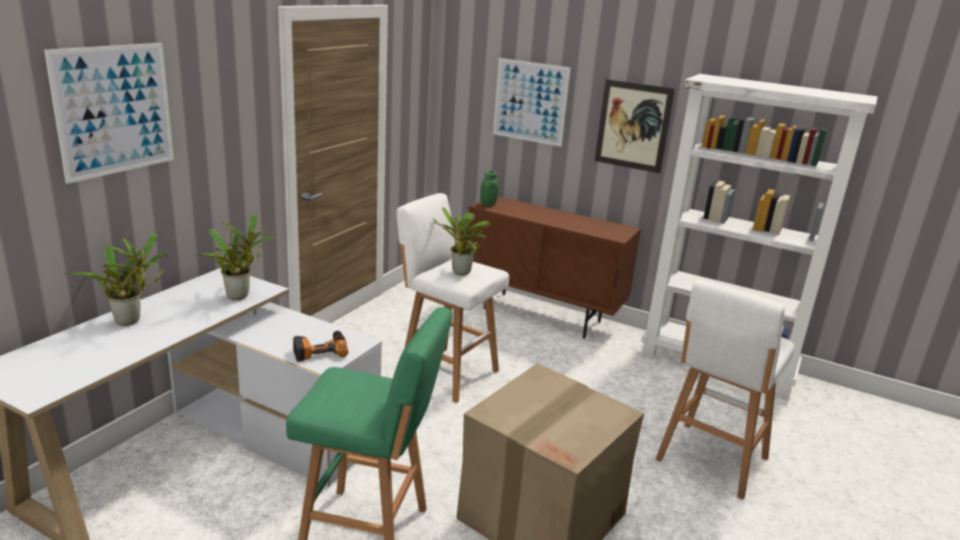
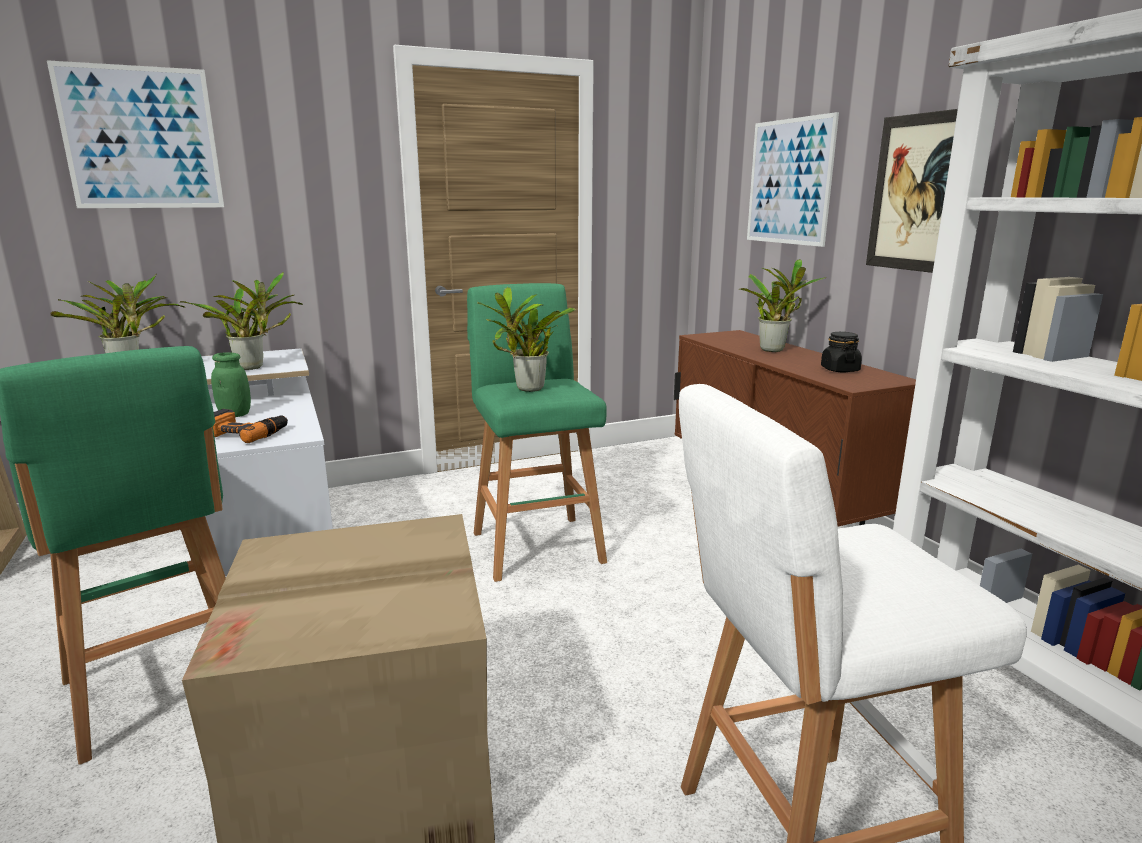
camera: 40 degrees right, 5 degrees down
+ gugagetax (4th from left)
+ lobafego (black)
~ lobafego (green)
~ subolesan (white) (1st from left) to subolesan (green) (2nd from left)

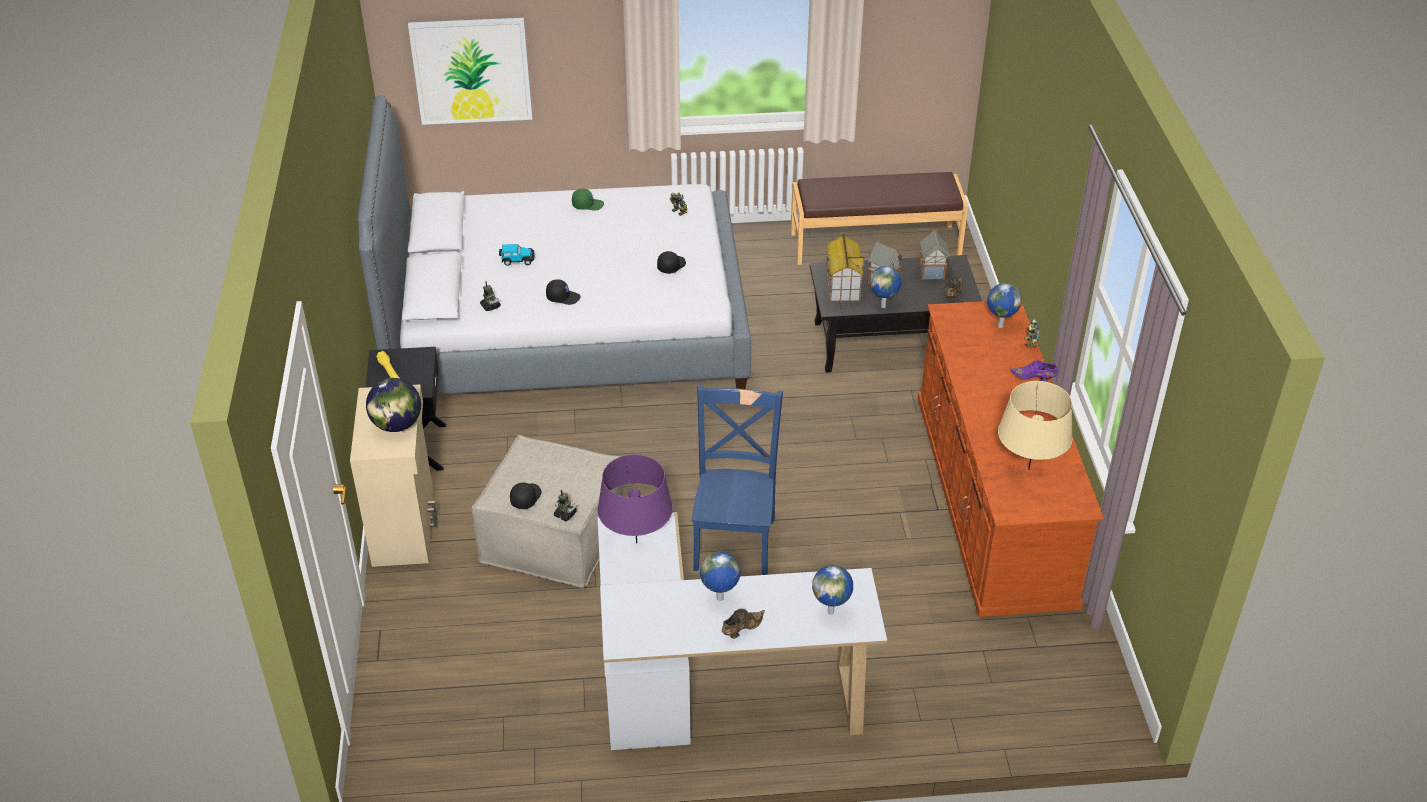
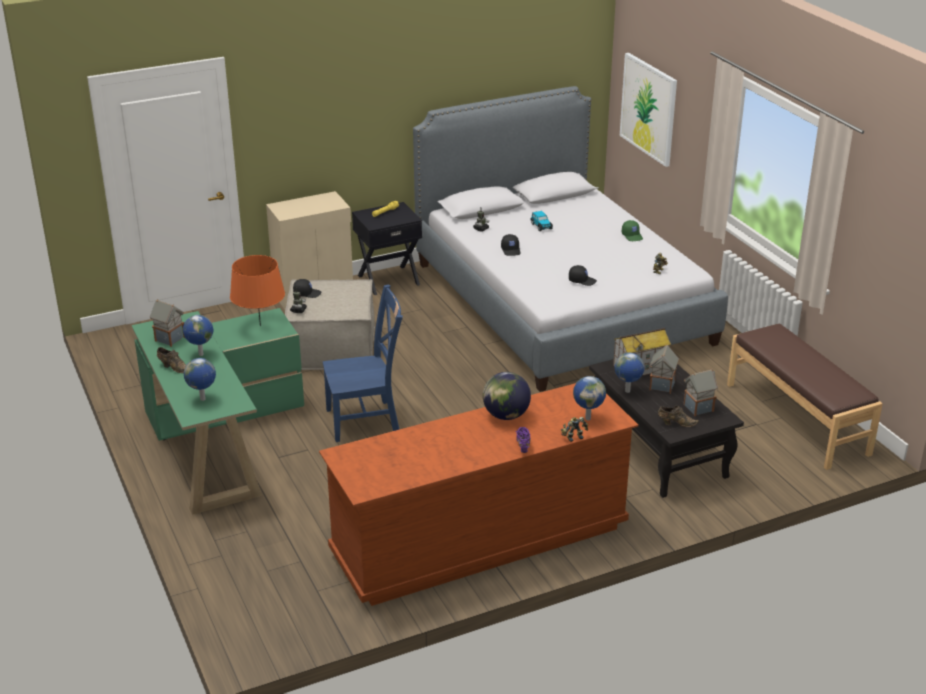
camera: 70 degrees right, 10 degrees down
- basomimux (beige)
+ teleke (1st from left)
~ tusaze (1st from left in the first image) to tusaze (3rd from left)
~ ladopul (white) to ladopul (green)
~ basomimux (purple) to basomimux (orange)

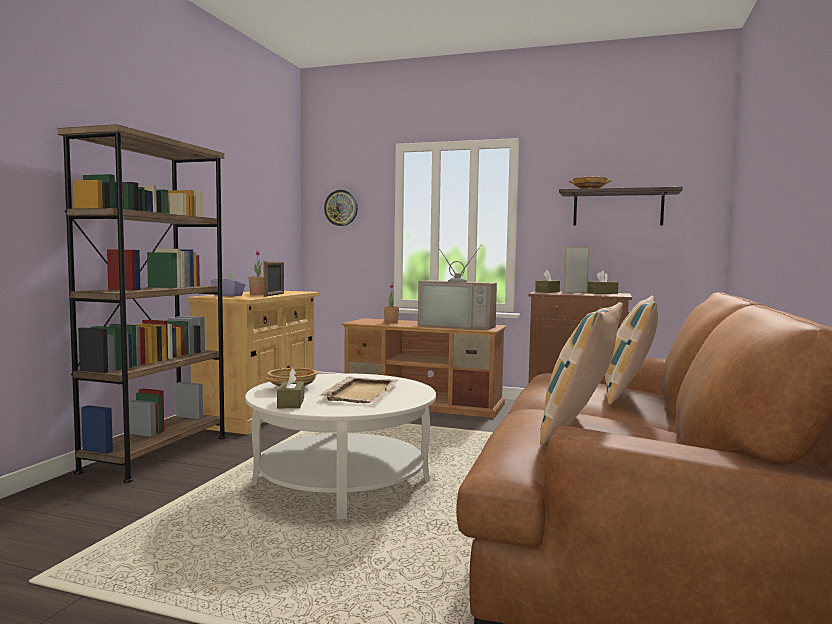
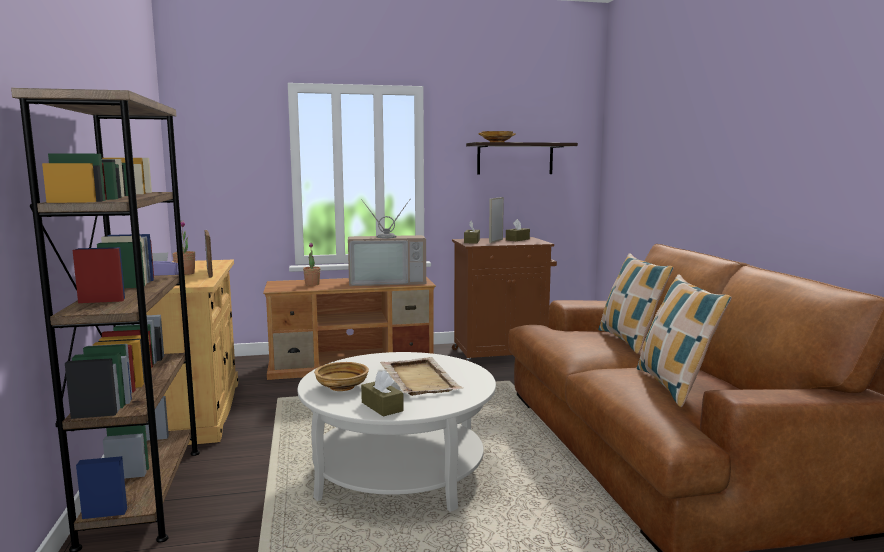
camera: 30 degrees left, 5 degrees up
- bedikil

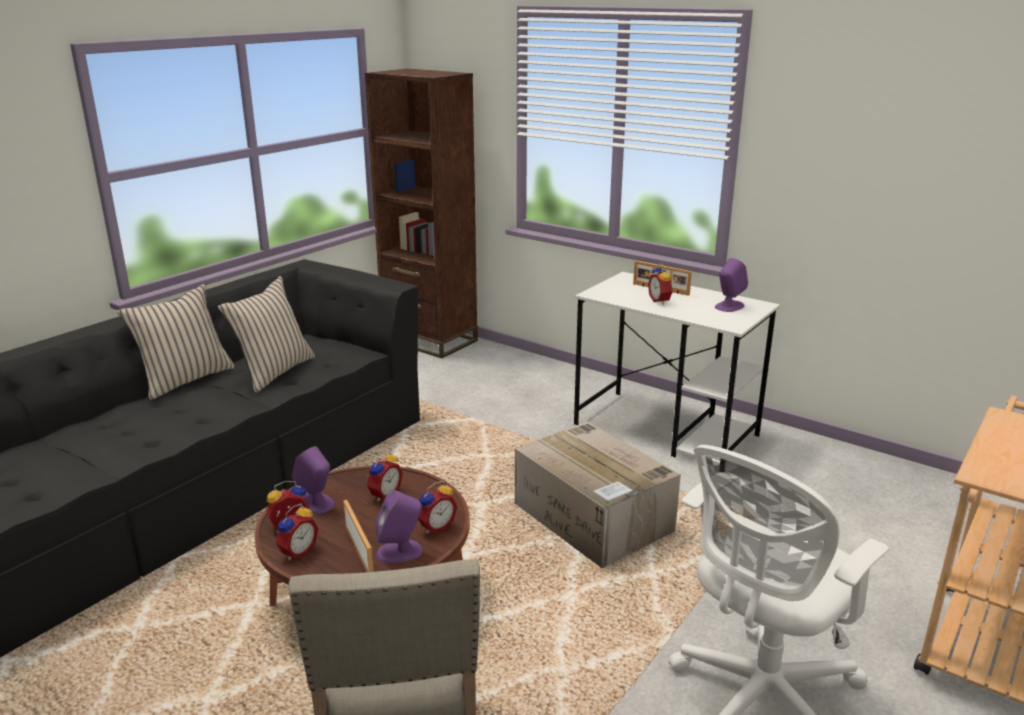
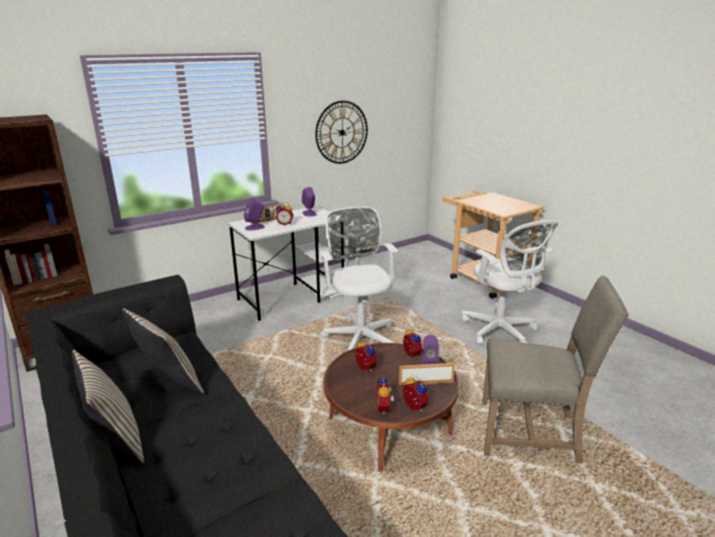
camera: 70 degrees left, 0 degrees up
+ bedikil
~ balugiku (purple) (1st from left)
~ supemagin to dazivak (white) (1st from left)

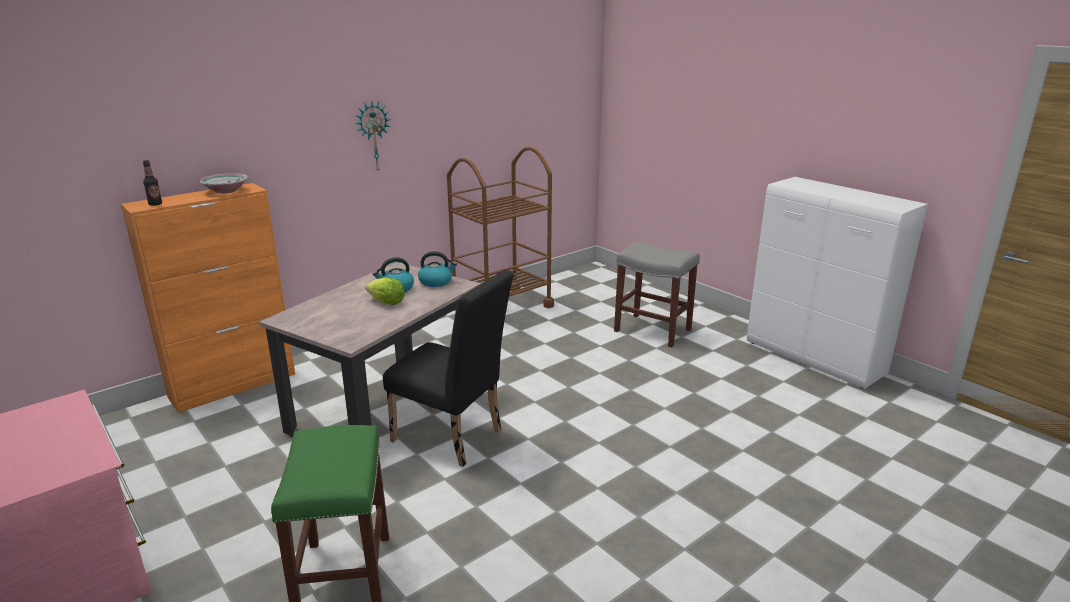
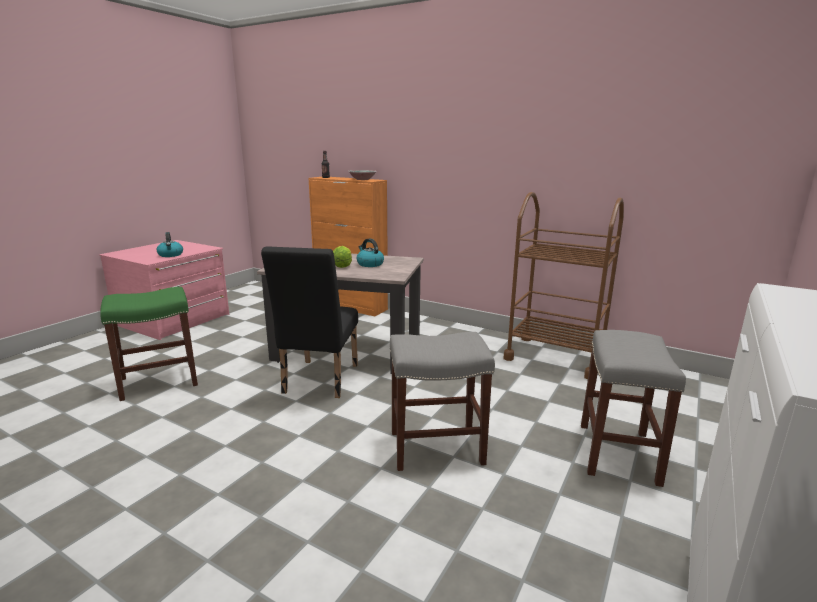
camera: 70 degrees right, 5 degrees down
- bedikil
+ subolesan (grey) (1st from left)
~ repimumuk (2nd from left in the first image) to repimumuk (1st from left)

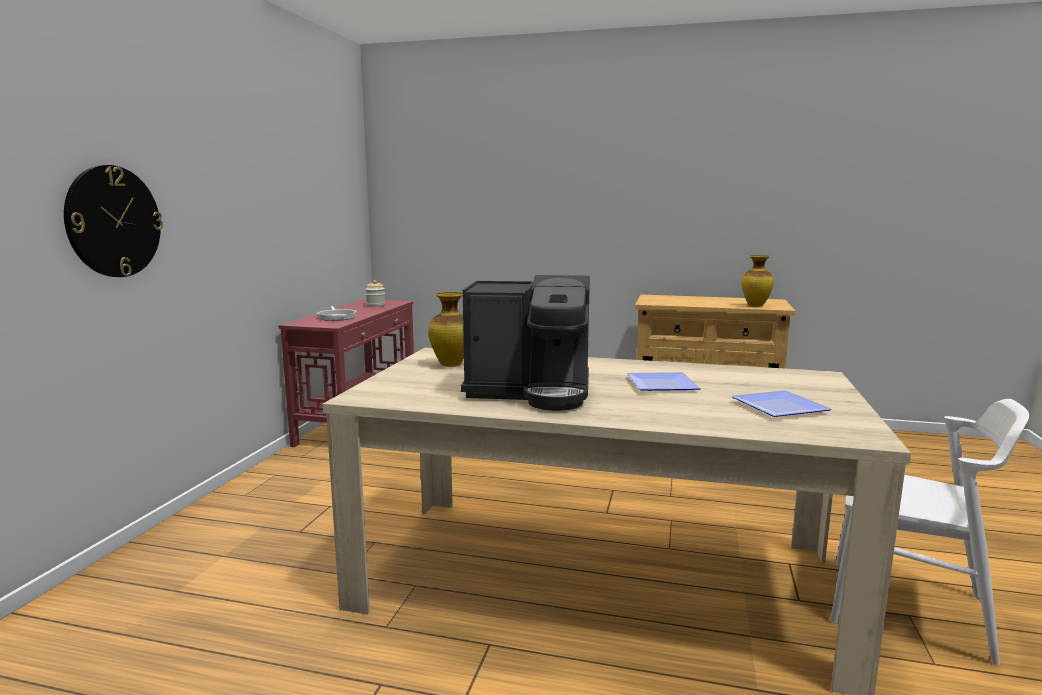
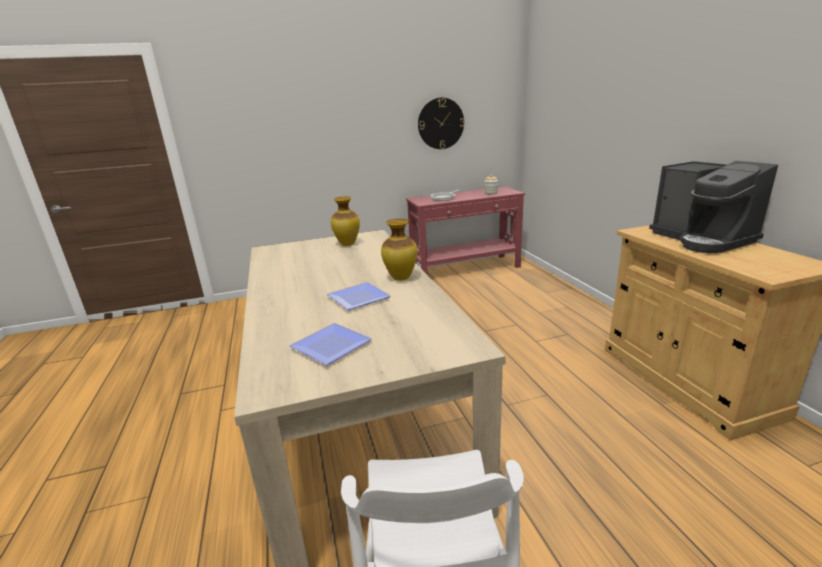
camera: 60 degrees right, 10 degrees up
~ bedikil
~ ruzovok
~ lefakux (2nd from left)

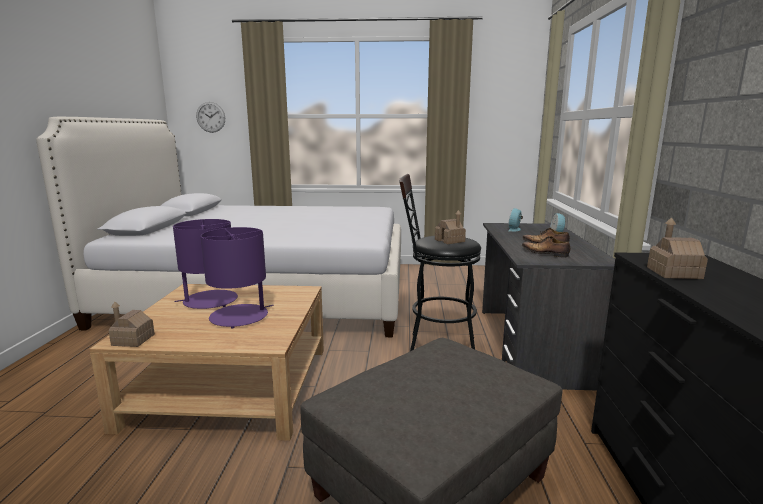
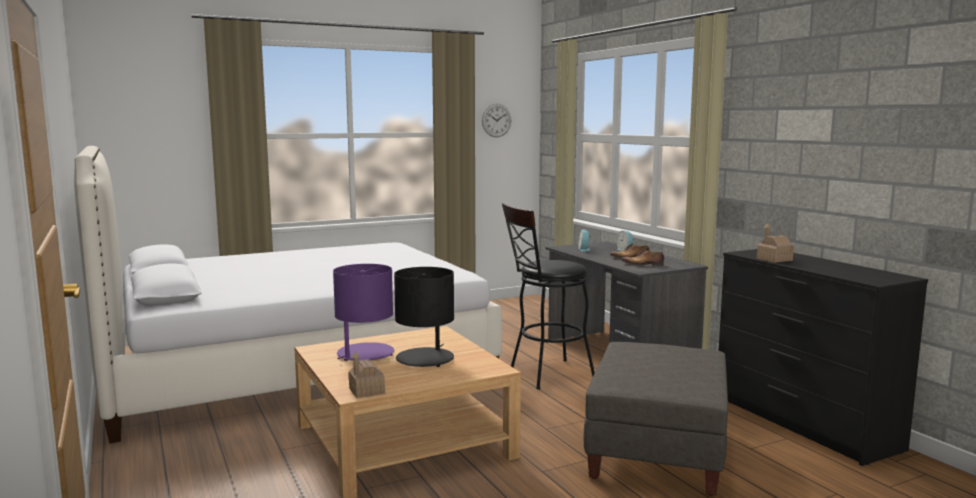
camera: 30 degrees left, 5 degrees down
- teleke (2nd from left)
~ bedikil
~ basomimux (purple) (2nd from left) to basomimux (black)

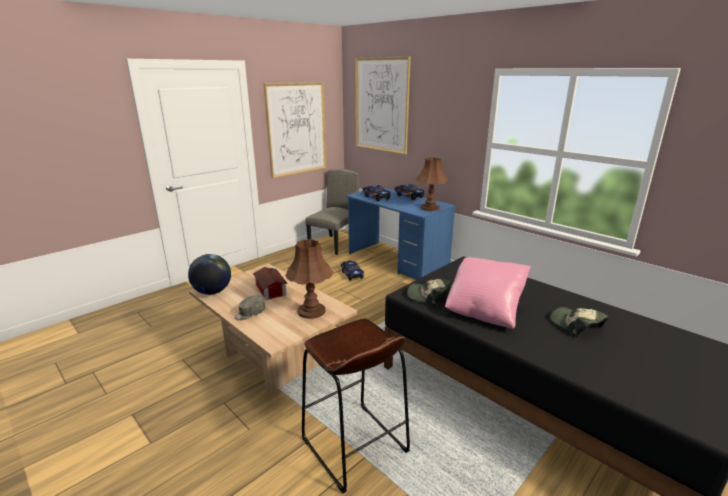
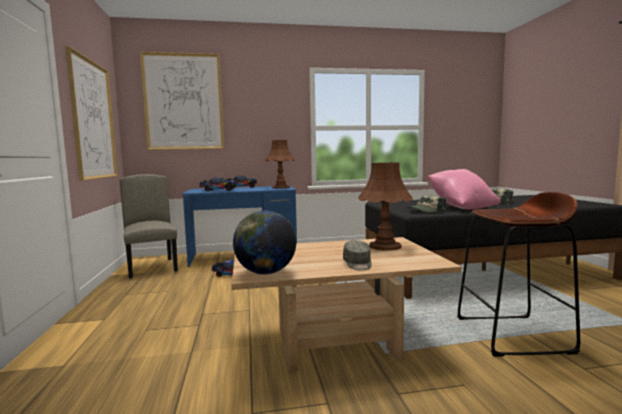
camera: 55 degrees left, 15 degrees down
- teleke

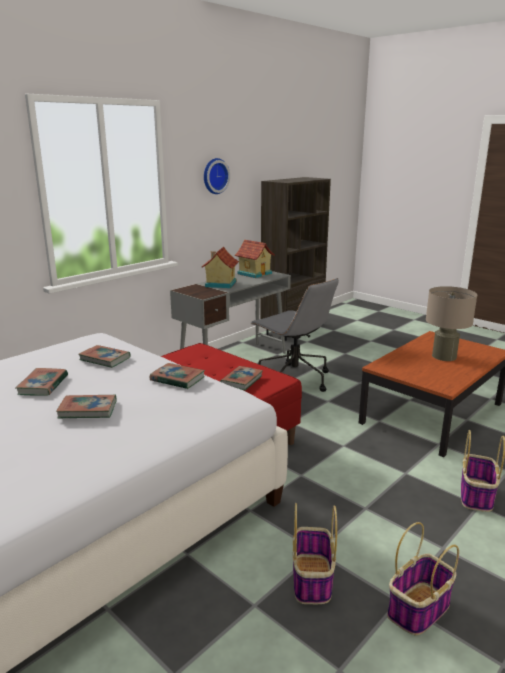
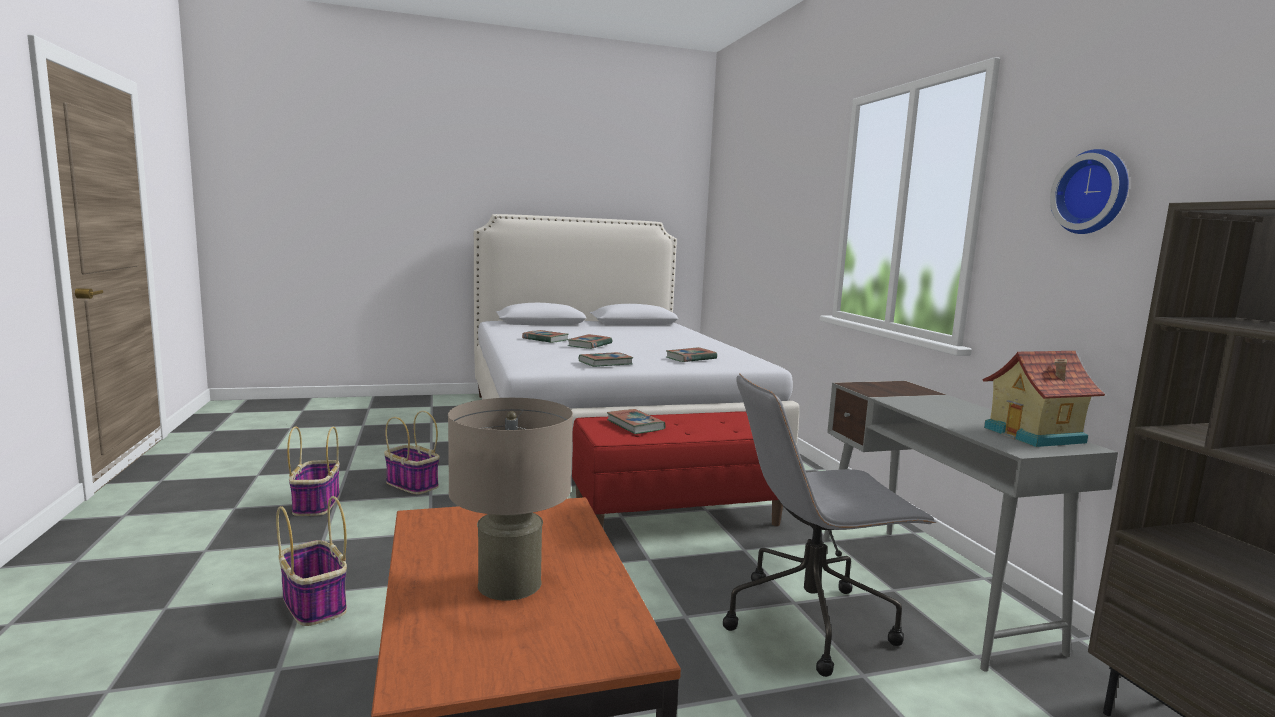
camera: 120 degrees right, 10 degrees down
- teleke (1st from left)
~ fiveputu (1st from left)

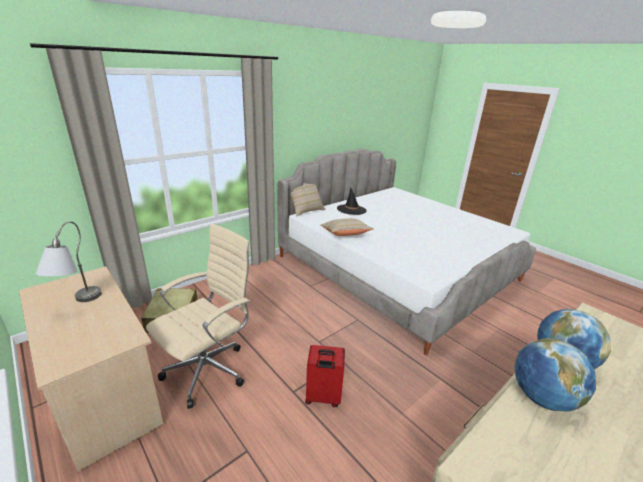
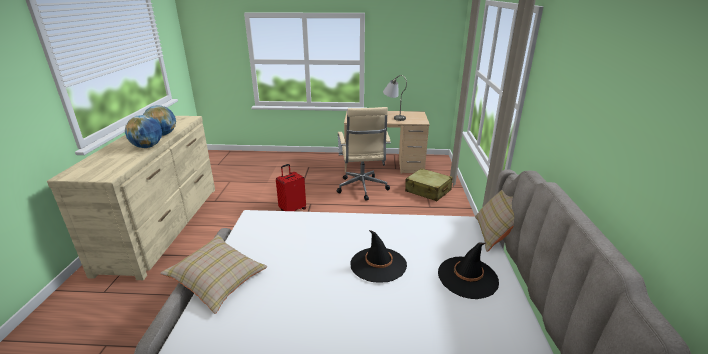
camera: 135 degrees right, 0 degrees up
+ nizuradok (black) (1st from left)
~ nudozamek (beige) (2nd from left in the first image) to nudozamek (beige) (1st from left)

